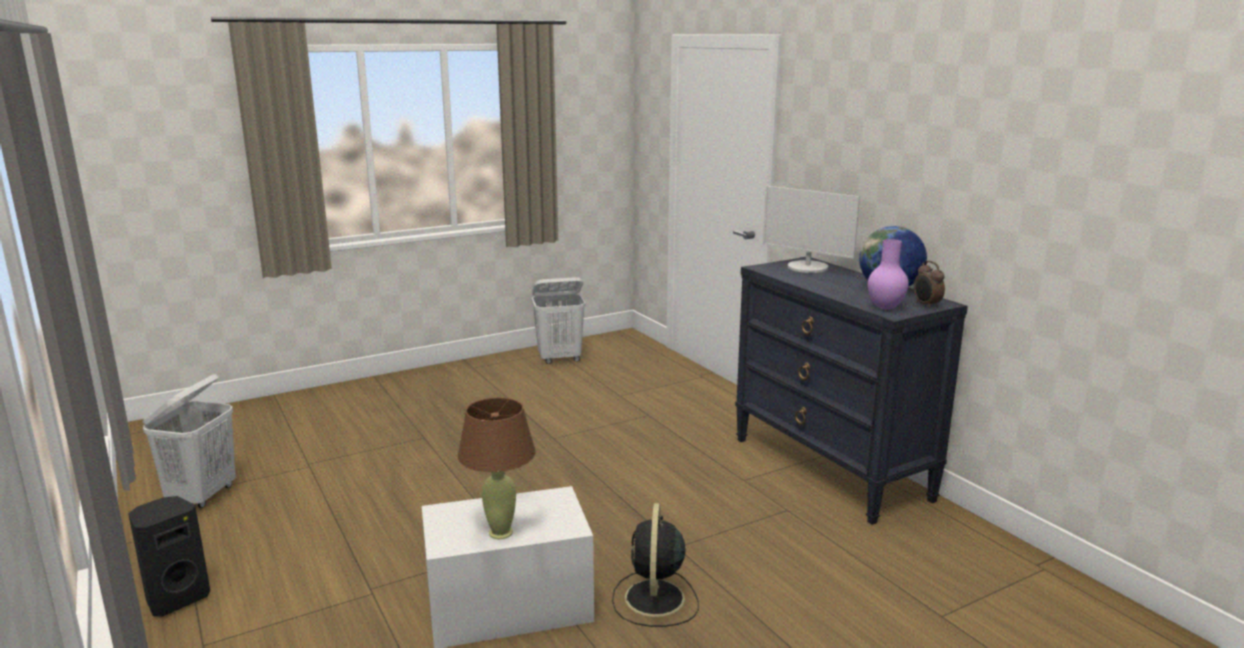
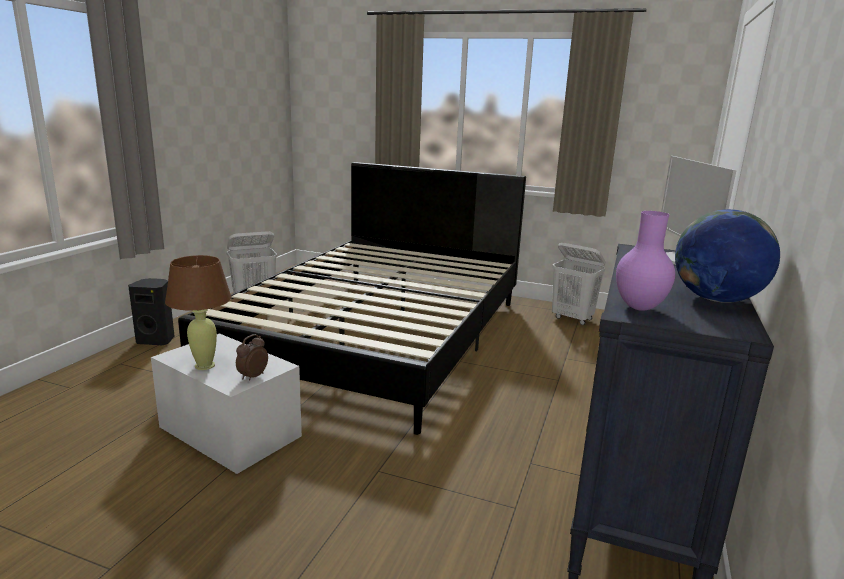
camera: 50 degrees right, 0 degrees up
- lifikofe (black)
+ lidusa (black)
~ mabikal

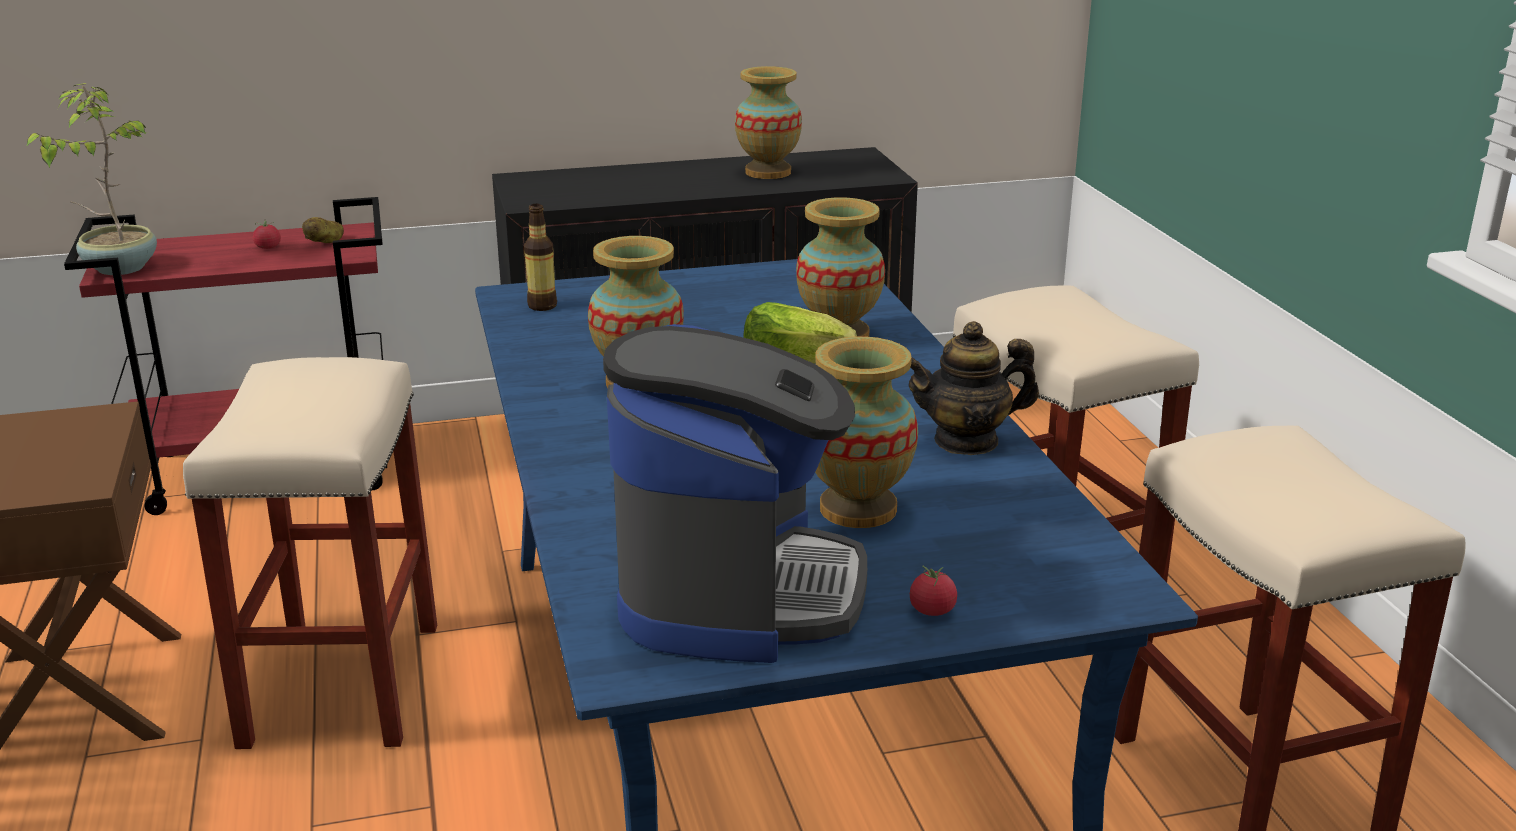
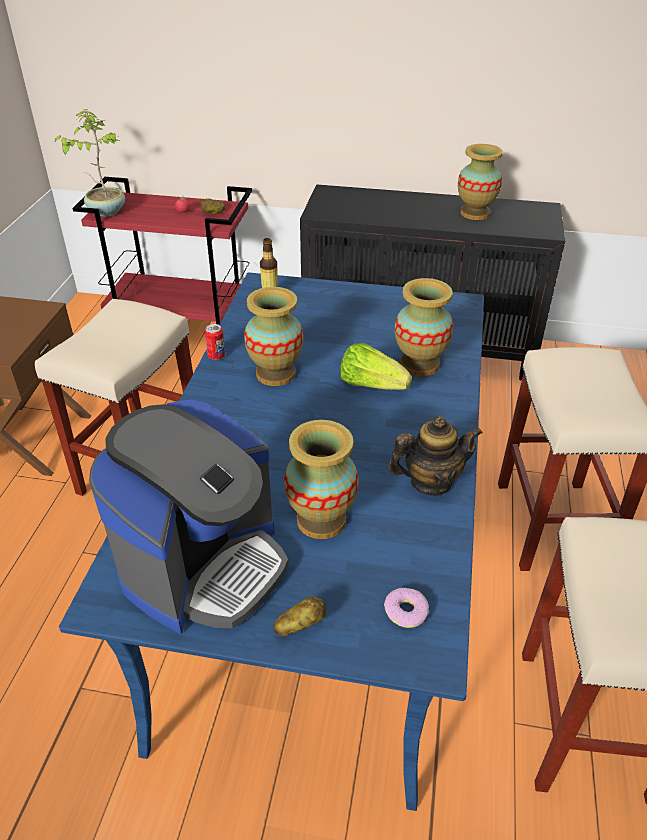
camera: 25 degrees right, 15 degrees up
+ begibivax
+ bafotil
~ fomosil (2nd from left) to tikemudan (2nd from left)
~ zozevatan 150 degrees clockwise

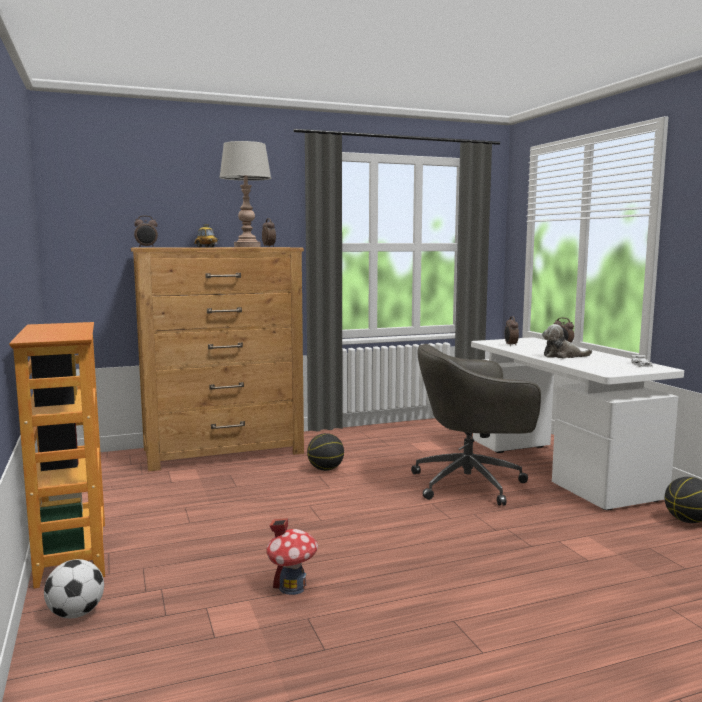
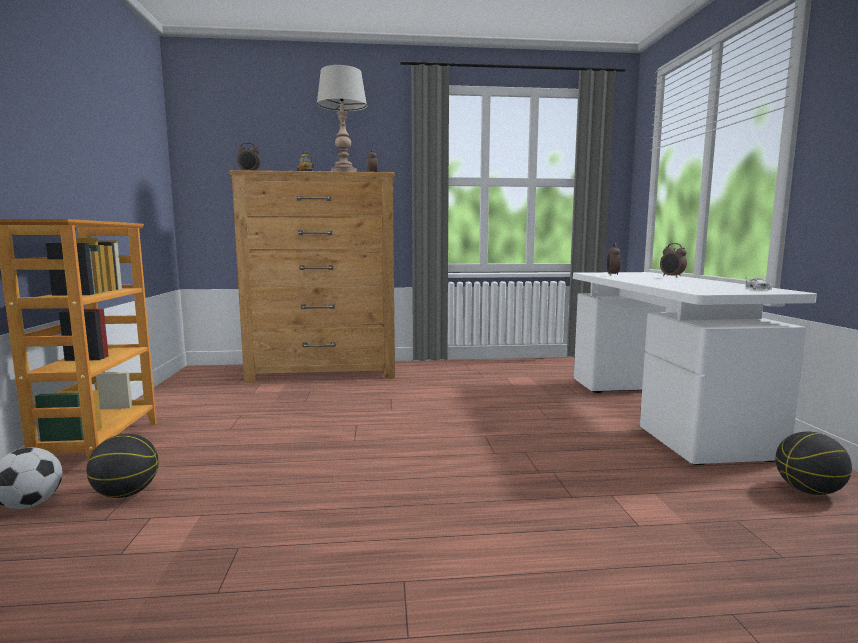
camera: 15 degrees right, 0 degrees up
- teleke
- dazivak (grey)
- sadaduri
~ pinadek (1st from left)

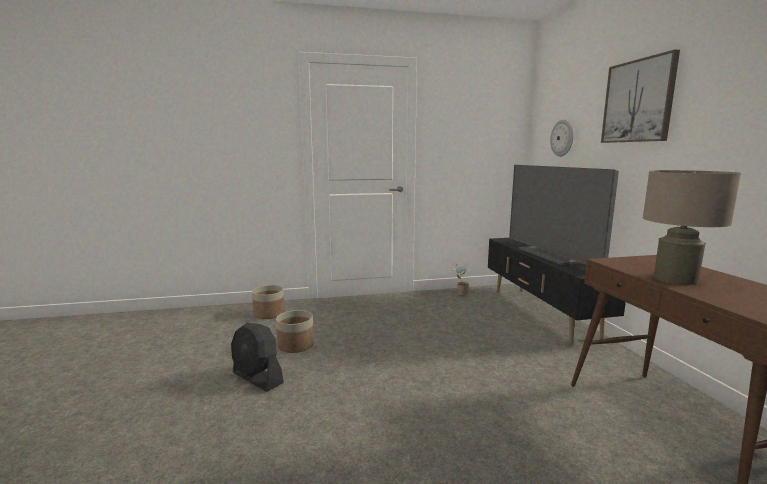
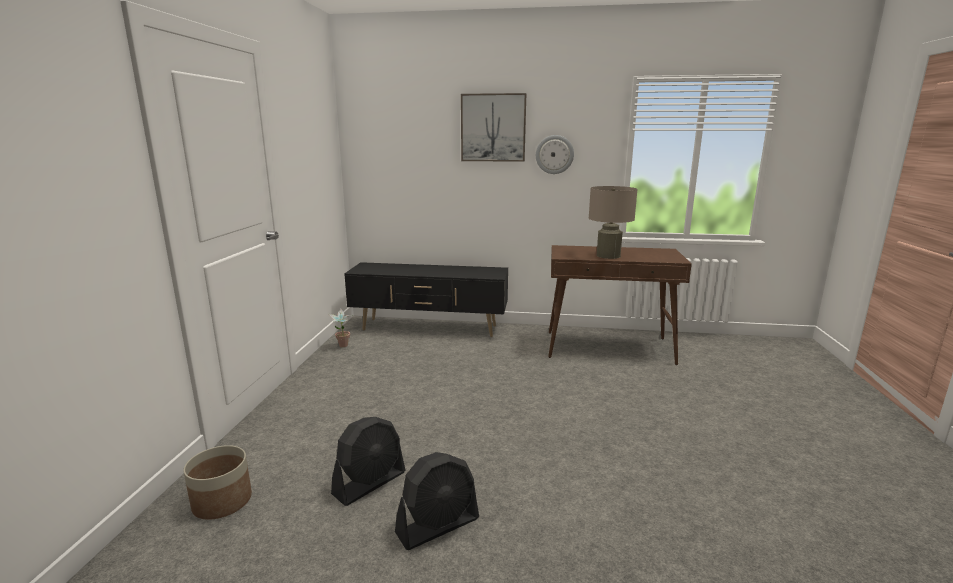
camera: 70 degrees left, 5 degrees up
- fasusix
~ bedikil
~ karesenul (2nd from left) to lifikofe (black) (1st from left)

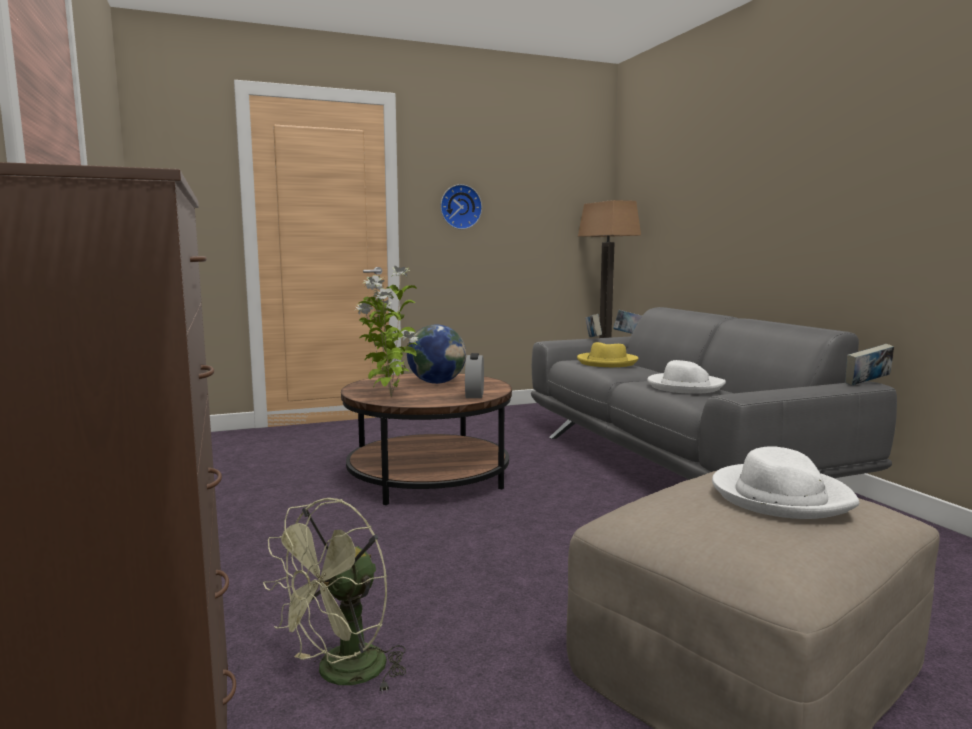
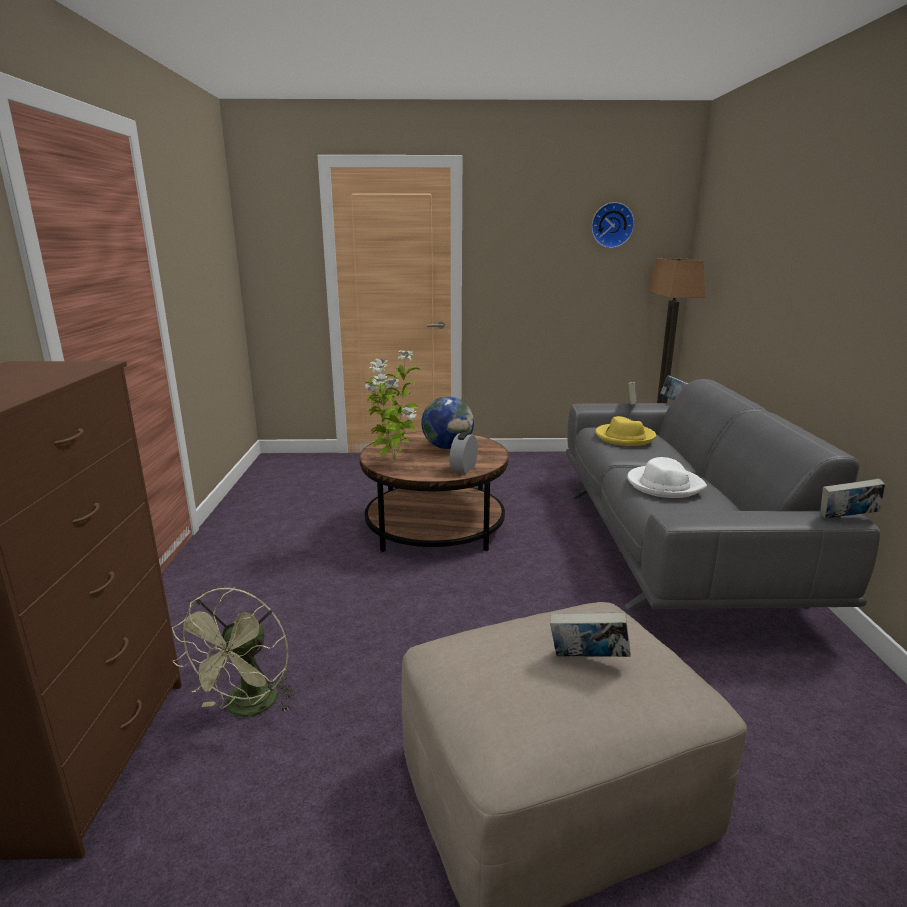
camera: 20 degrees right, 10 degrees up
~ bedikil
~ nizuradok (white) (2nd from left) to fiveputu (1st from left)
~ lifikofe (green) 45 degrees counterclockwise

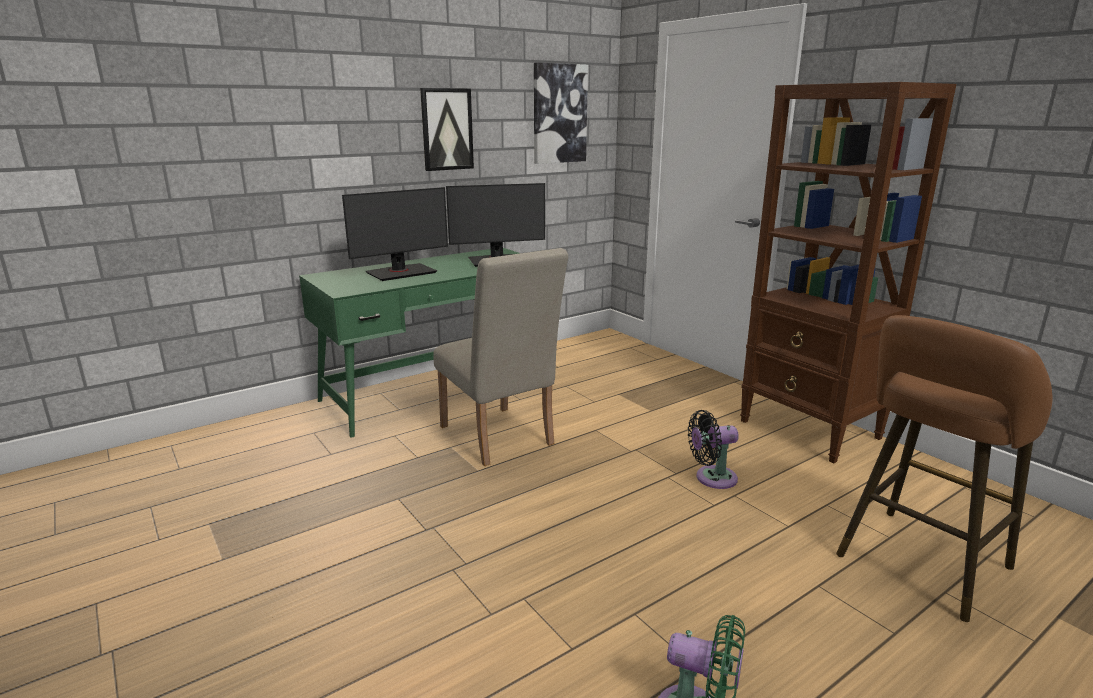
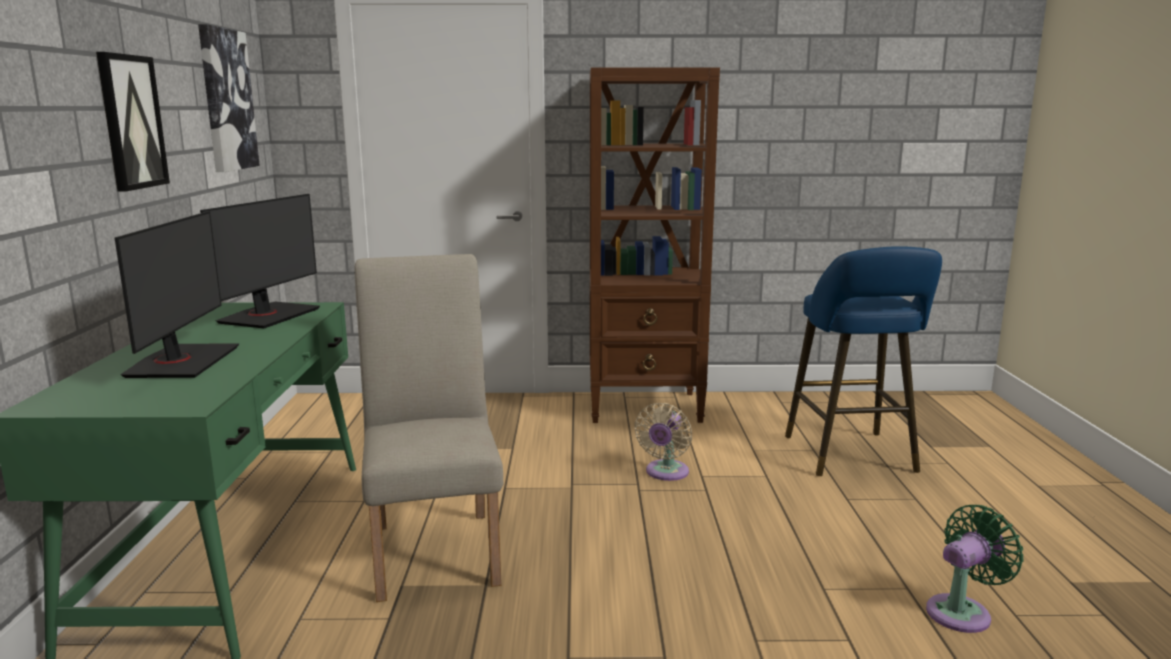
camera: 55 degrees left, 5 degrees down
~ lifikofe (black) to lifikofe (beige)
~ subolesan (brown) to subolesan (blue)
~ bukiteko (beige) 105 degrees counterclockwise

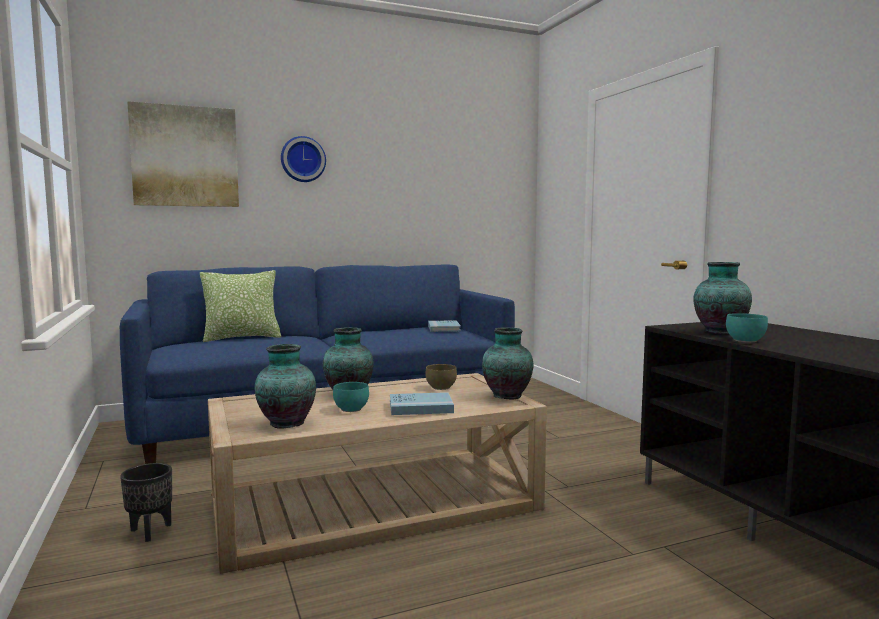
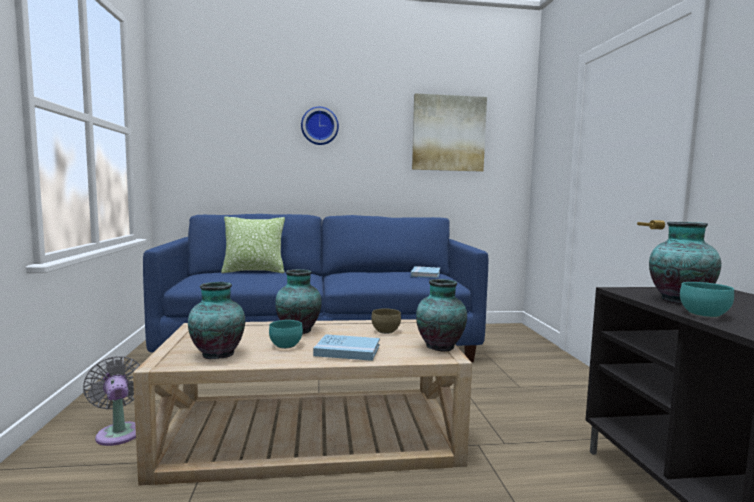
camera: 15 degrees right, 0 degrees up
~ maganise
~ karesenul (black) to lifikofe (grey)

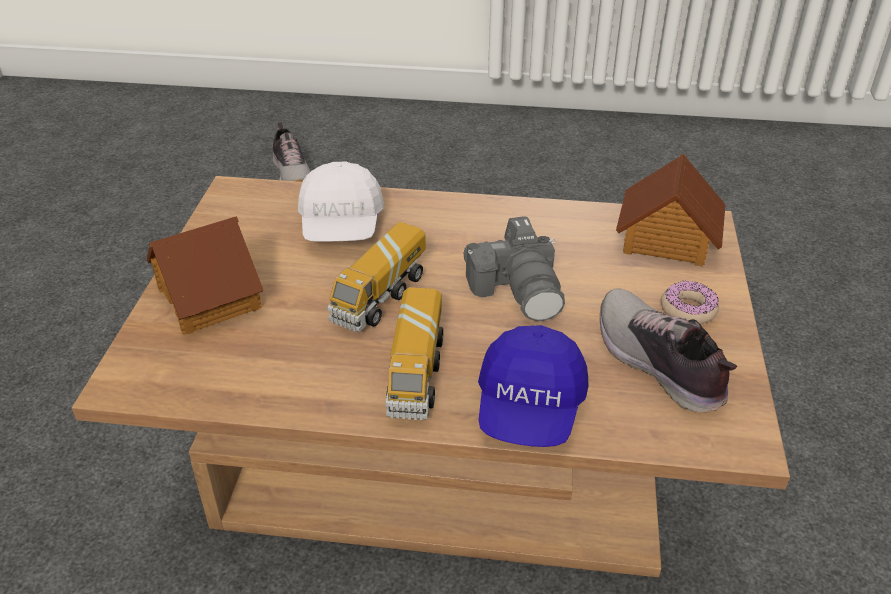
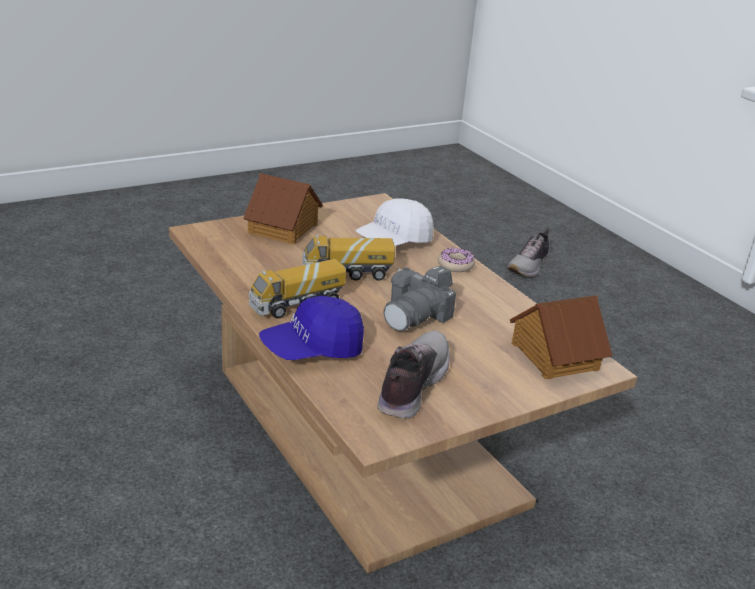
camera: 50 degrees right, 10 degrees down
~ bafotil

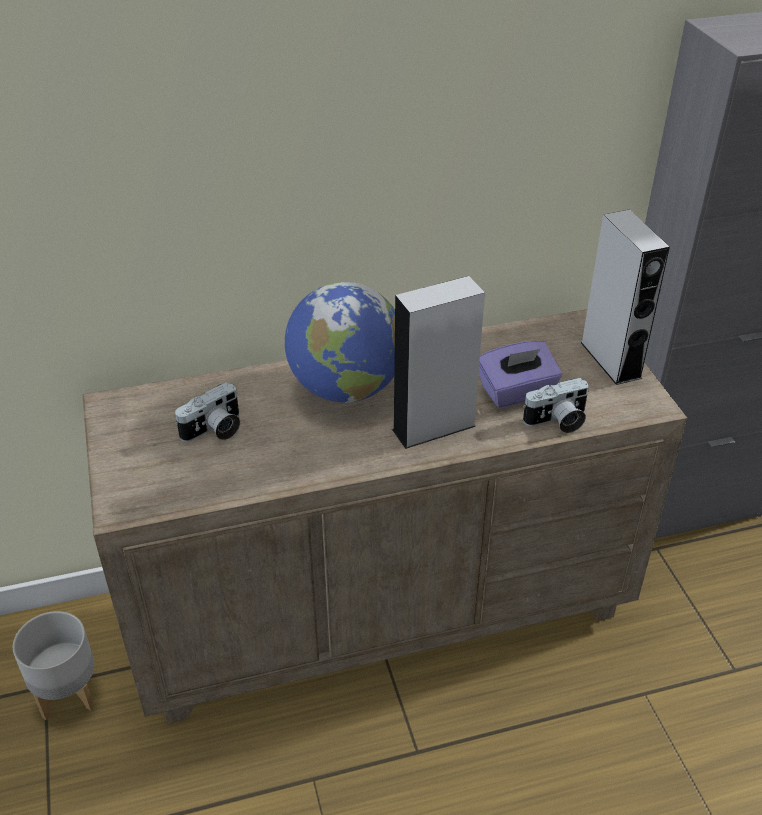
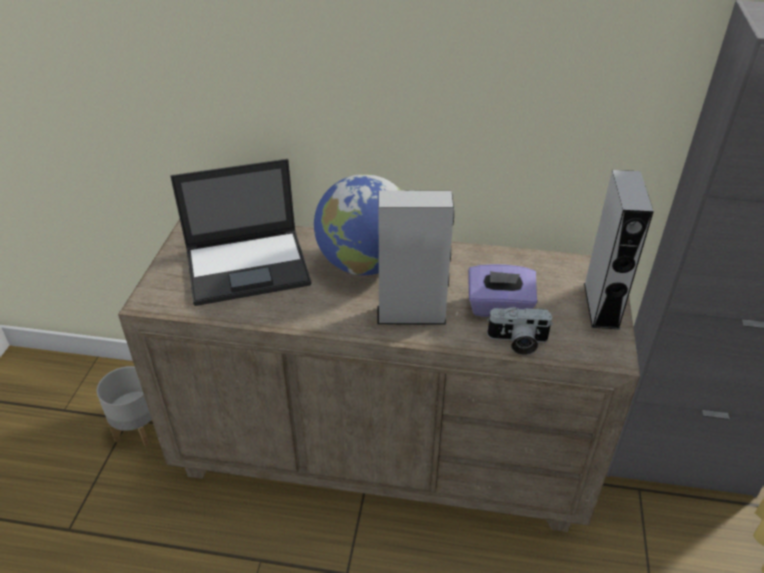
camera: 25 degrees right, 0 degrees up
~ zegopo (1st from left) to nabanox

